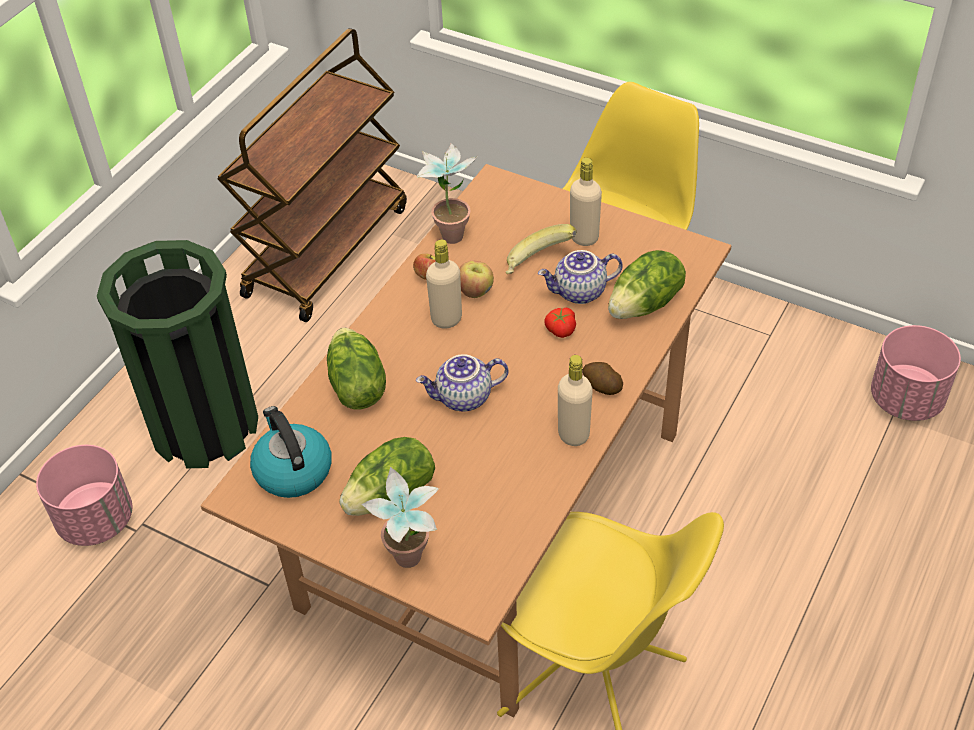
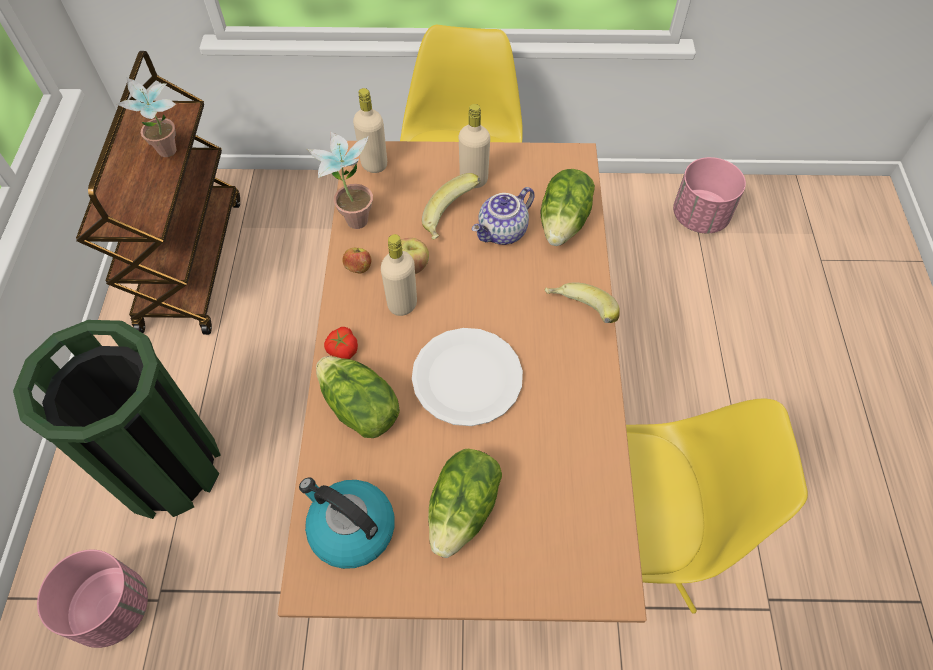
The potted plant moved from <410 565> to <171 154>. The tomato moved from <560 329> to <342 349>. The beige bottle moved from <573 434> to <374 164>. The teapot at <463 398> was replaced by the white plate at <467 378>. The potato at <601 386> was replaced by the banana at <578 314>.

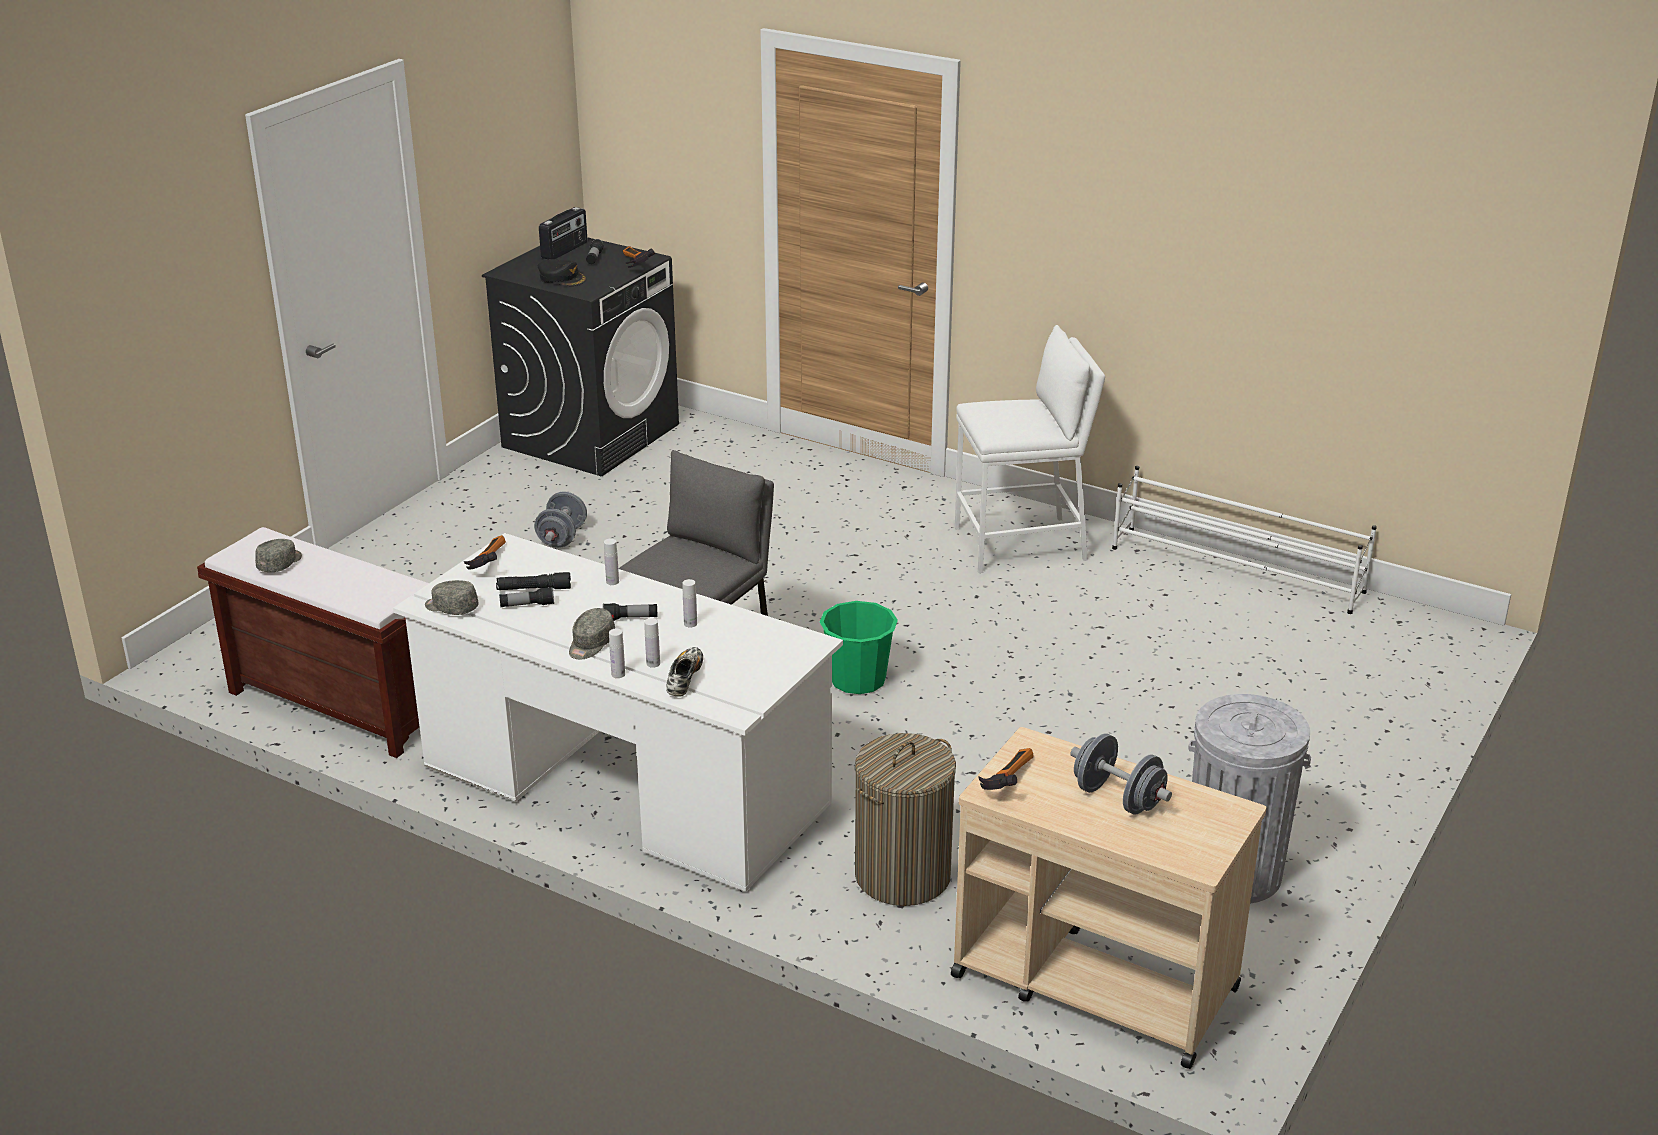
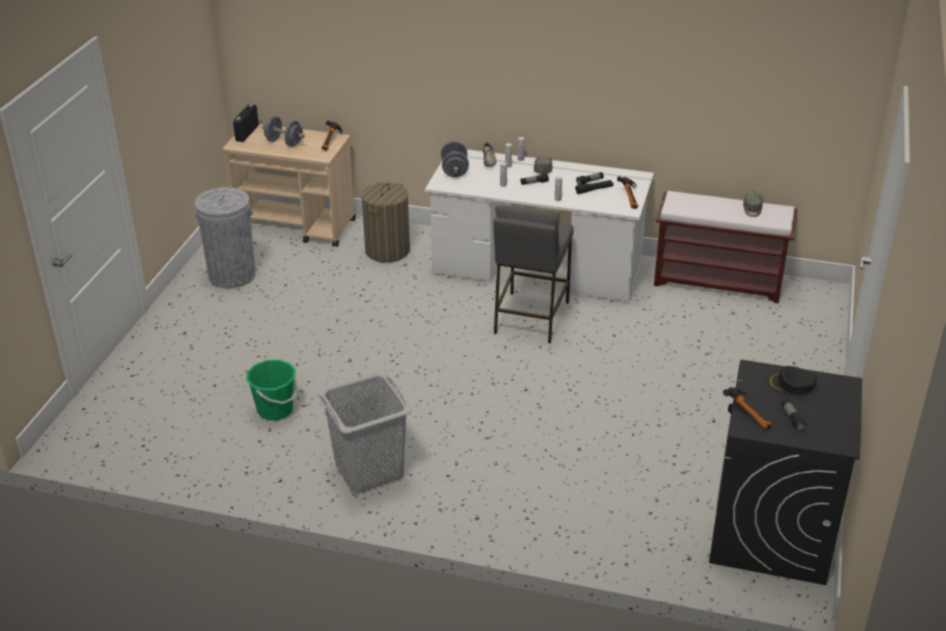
The grey cap at <451 608> disappeared. The white shoe rack at <1237 570> disappeared. The grey dumbbell moved from <562 537> to <454 170>. The radio moved from <565 250> to <246 133>. The green bucket moved from <858 680> to <275 410>. The white stool at <1021 544> was replaced by the grey laundry basket at <368 470>.

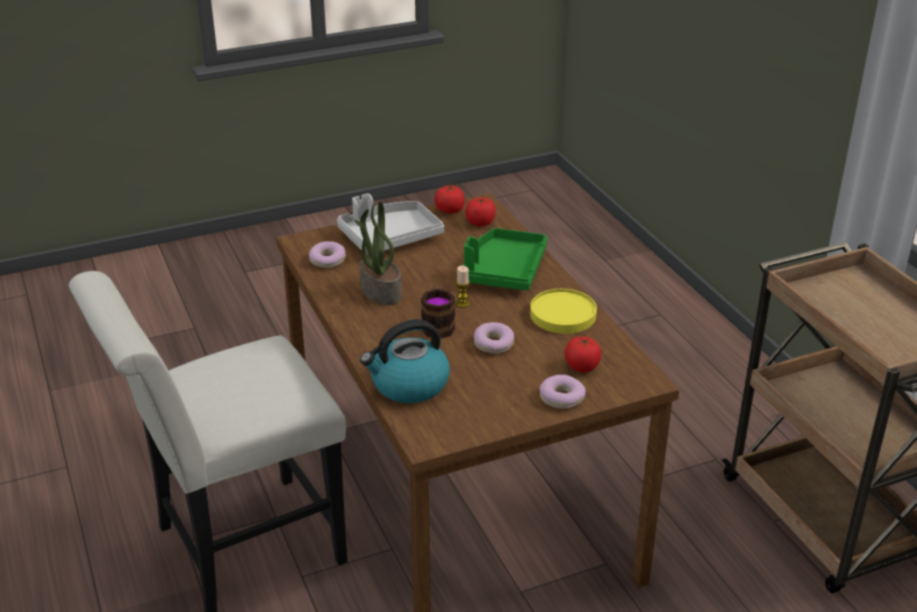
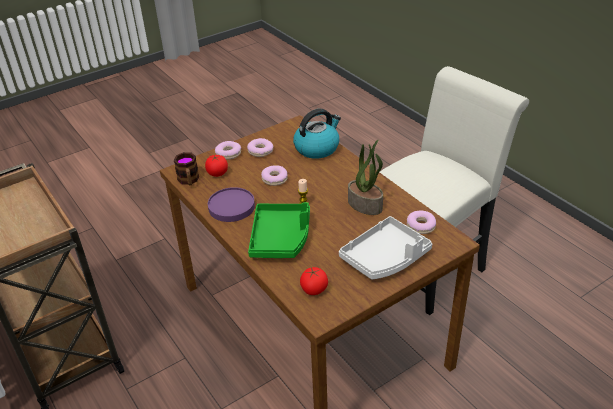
The tomato at <449 210> disappeared. The donut at <260 151> appeared. The mug moved from <437 325> to <189 181>. The yellow plate at <562 315> became the purple plate at <231 206>.

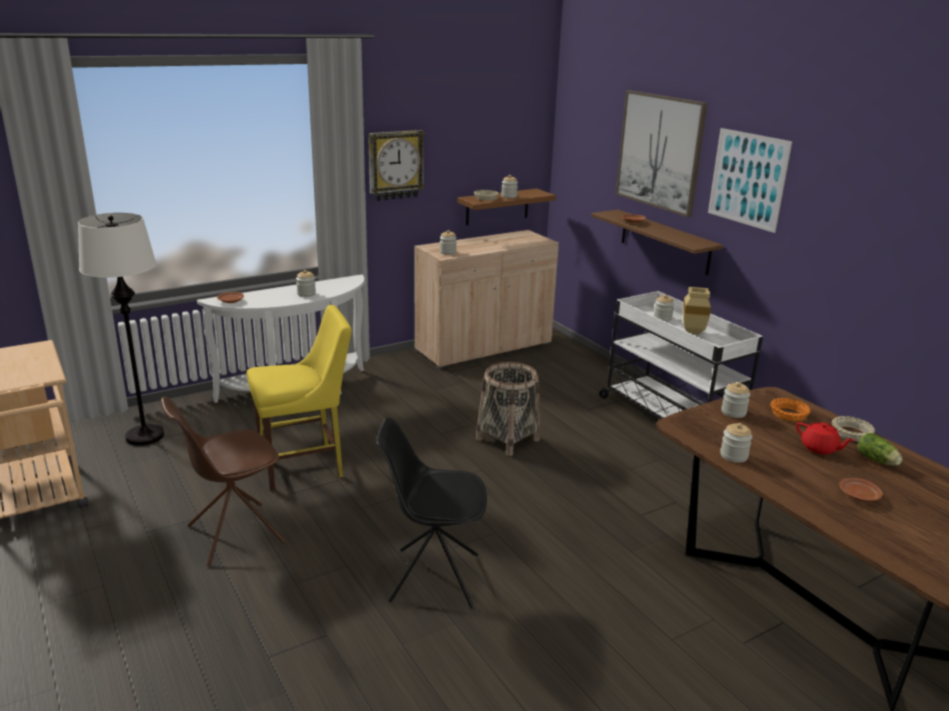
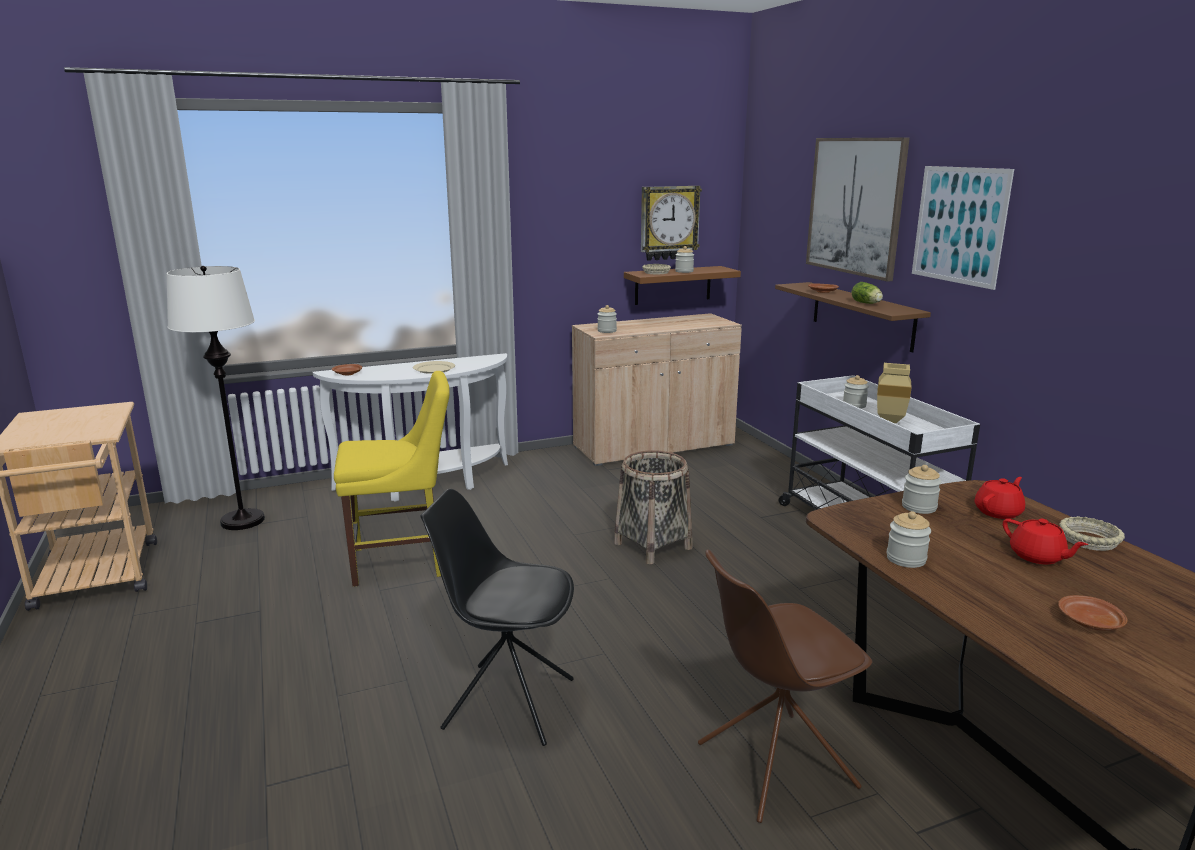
The brown chair moved from <233 534> to <773 766>. The wall clock moved from <395 165> to <669 223>. The lettuce moved from <877 461> to <867 303>. The jar at <306 294> was replaced by the beige plate at <434 369>. The orange bowl at <788 413> was replaced by the red teapot at <998 512>.

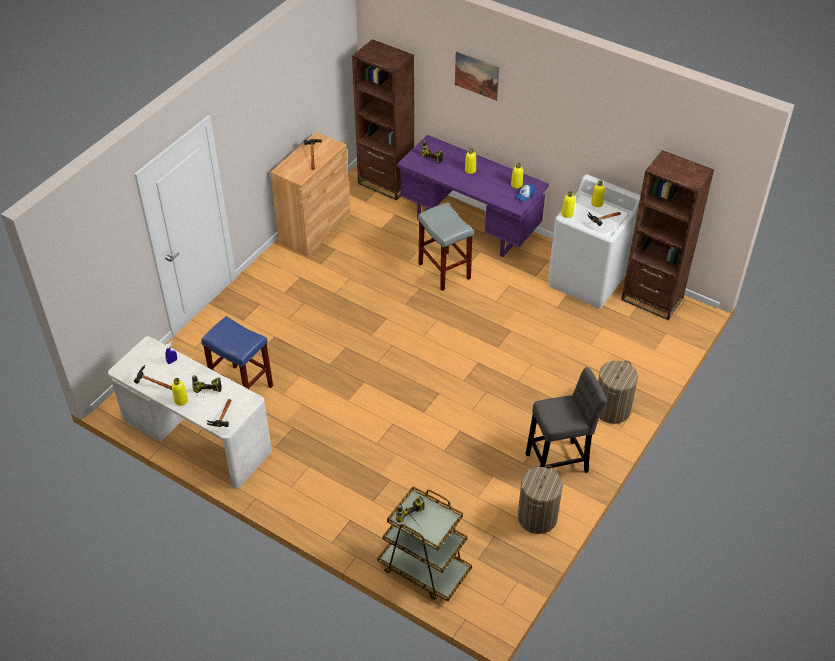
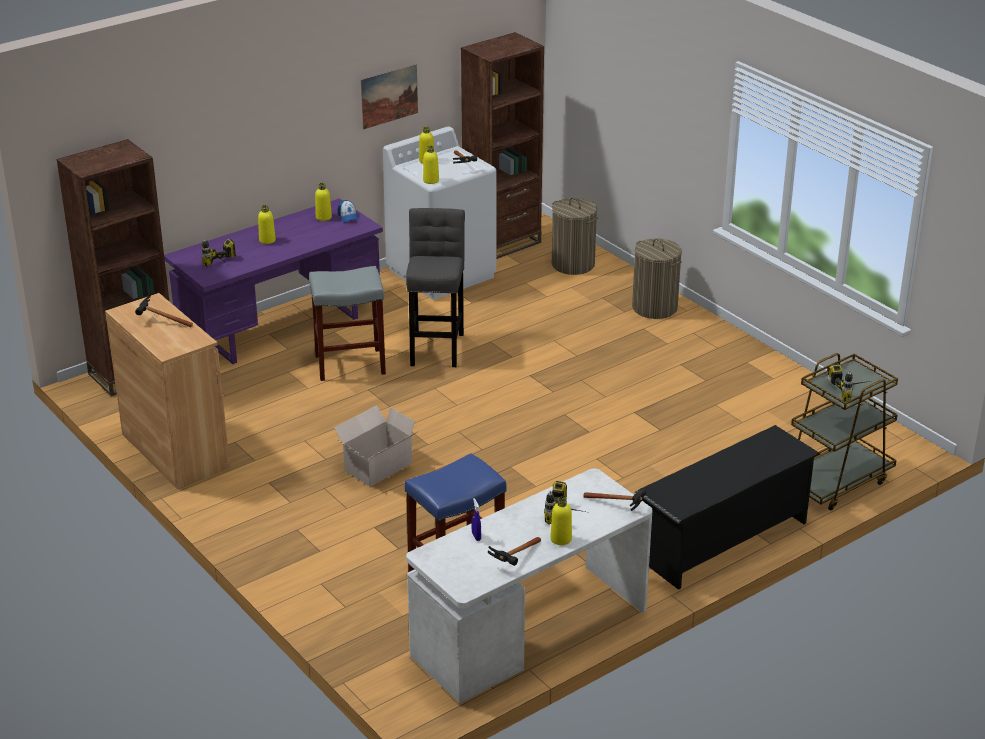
The cardboard box at <376 467> appeared. The black shoe rack at <722 540> appeared. The picture moved from <477 75> to <389 96>. The laundry basket moved from <537 517> to <573 264>. The grey stool moved from <560 461> to <437 347>.

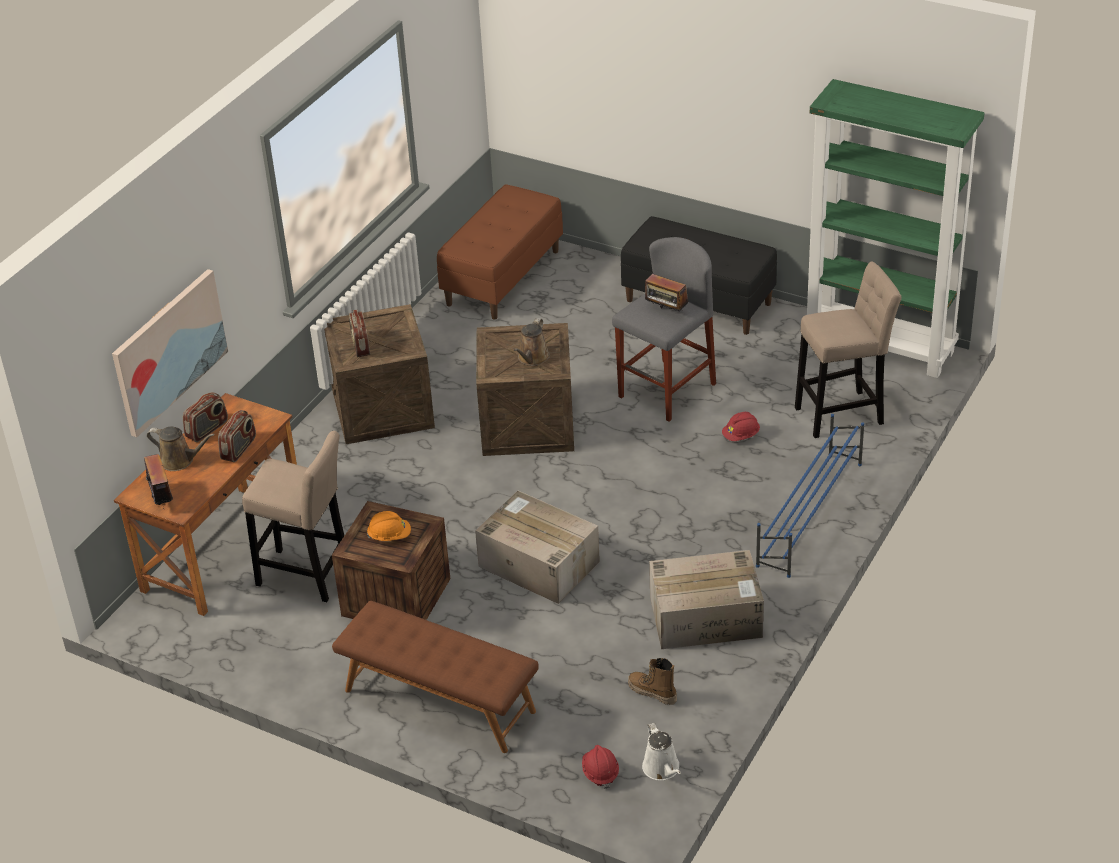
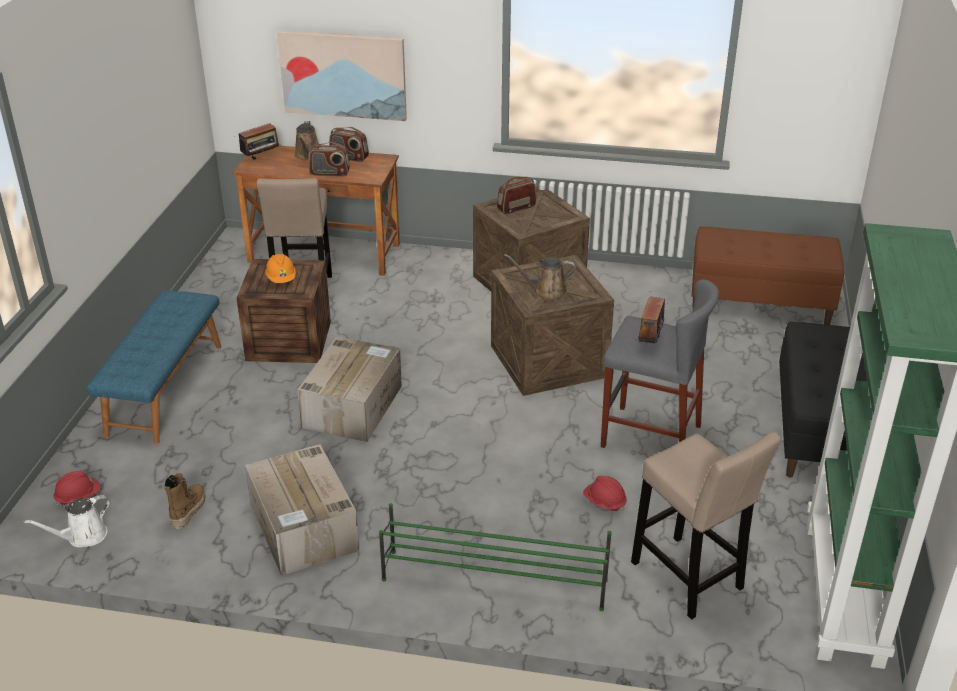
The brown bench at <439 701> became the blue bench at <164 389>. The blue shoe rack at <809 514> became the green shoe rack at <493 579>.

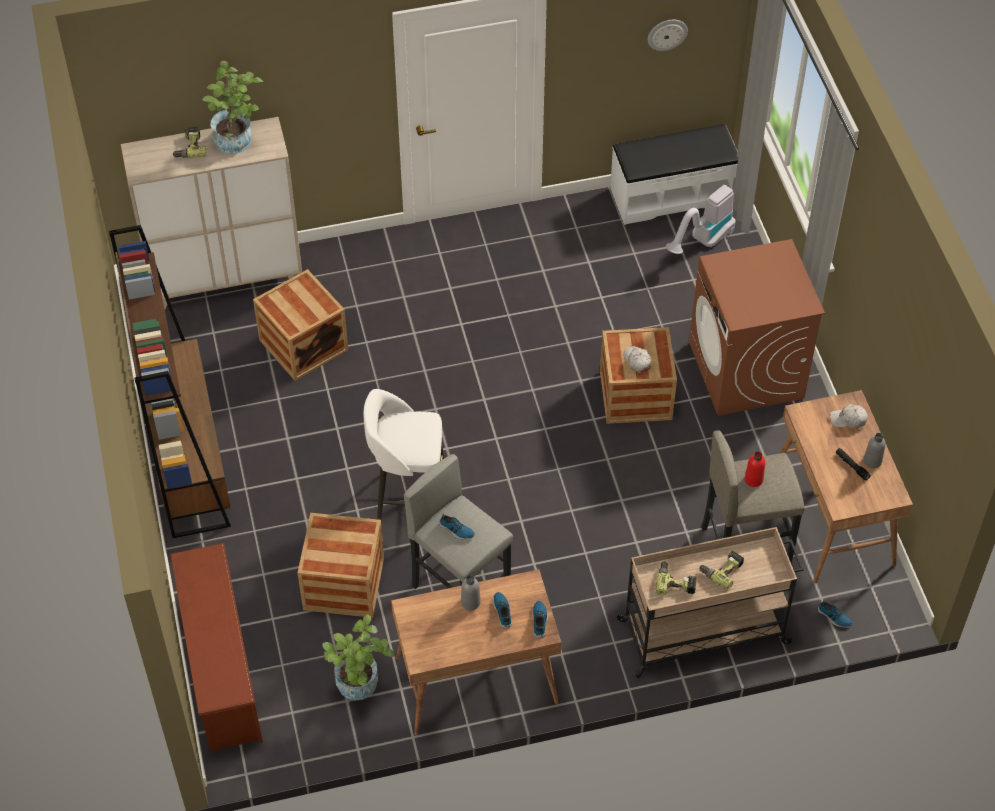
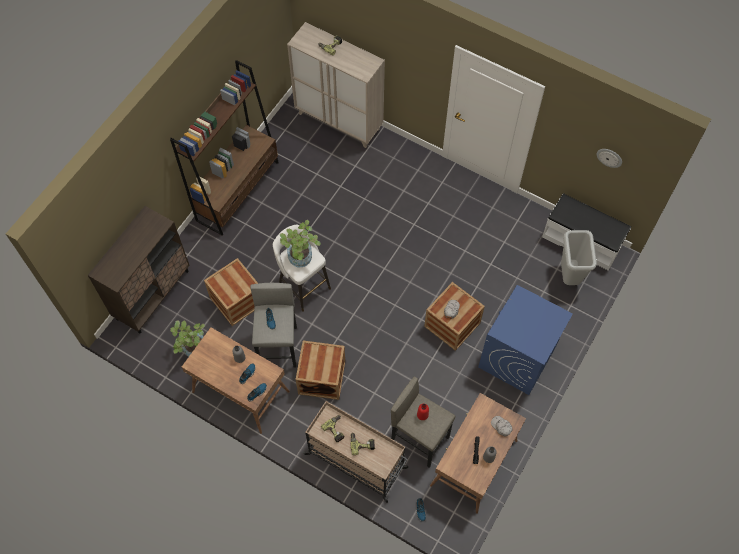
The potted plant moved from <238 142> to <301 260>. The crate moved from <303 345> to <322 377>. The brown shoe rack at <220 670> was replaced by the brown cabinet at <153 294>. The vacuum cleaner at <702 241> was replaced by the grey trash can at <569 276>. The brown washing machine at <746 370> became the blue washing machine at <517 357>.

